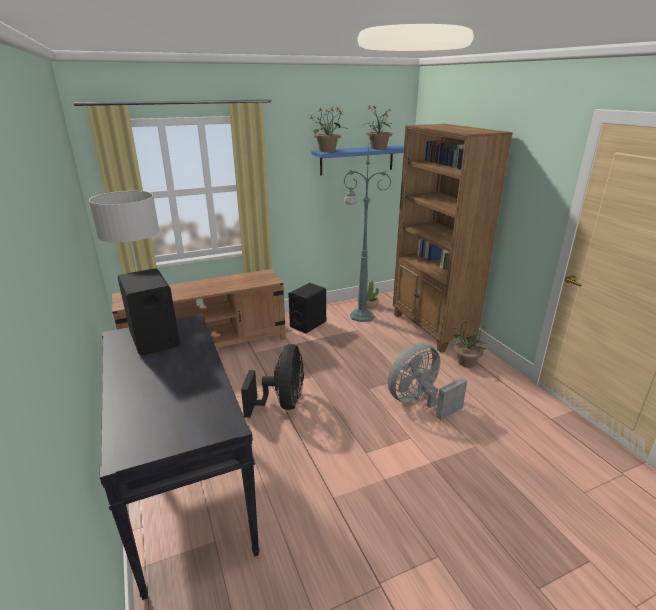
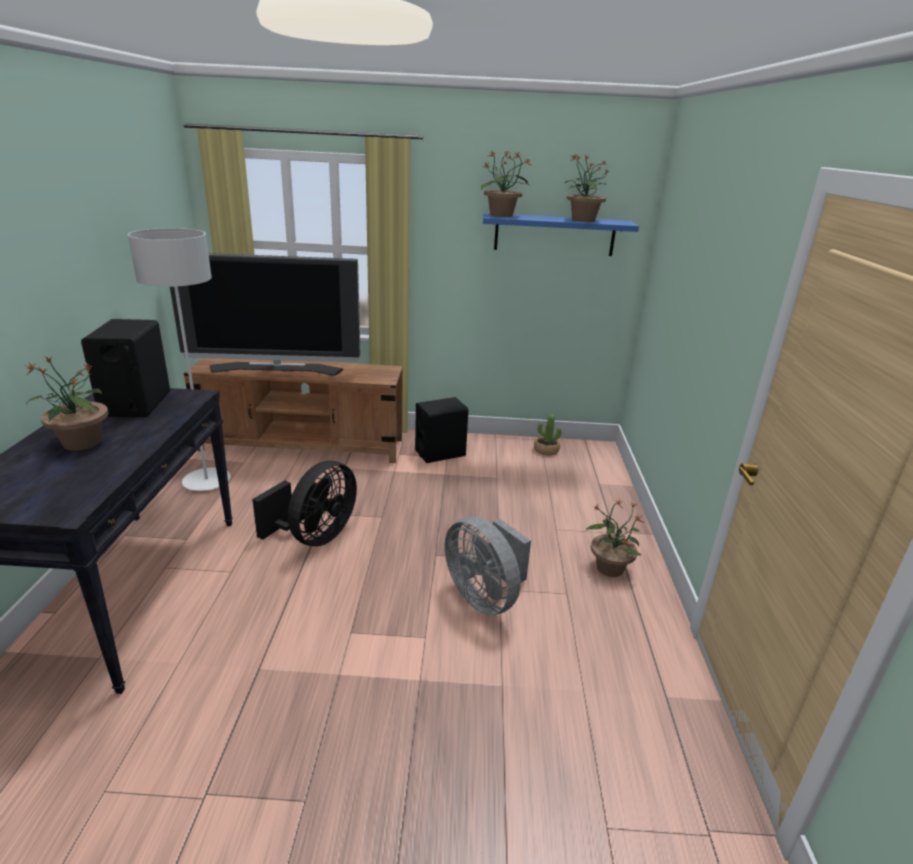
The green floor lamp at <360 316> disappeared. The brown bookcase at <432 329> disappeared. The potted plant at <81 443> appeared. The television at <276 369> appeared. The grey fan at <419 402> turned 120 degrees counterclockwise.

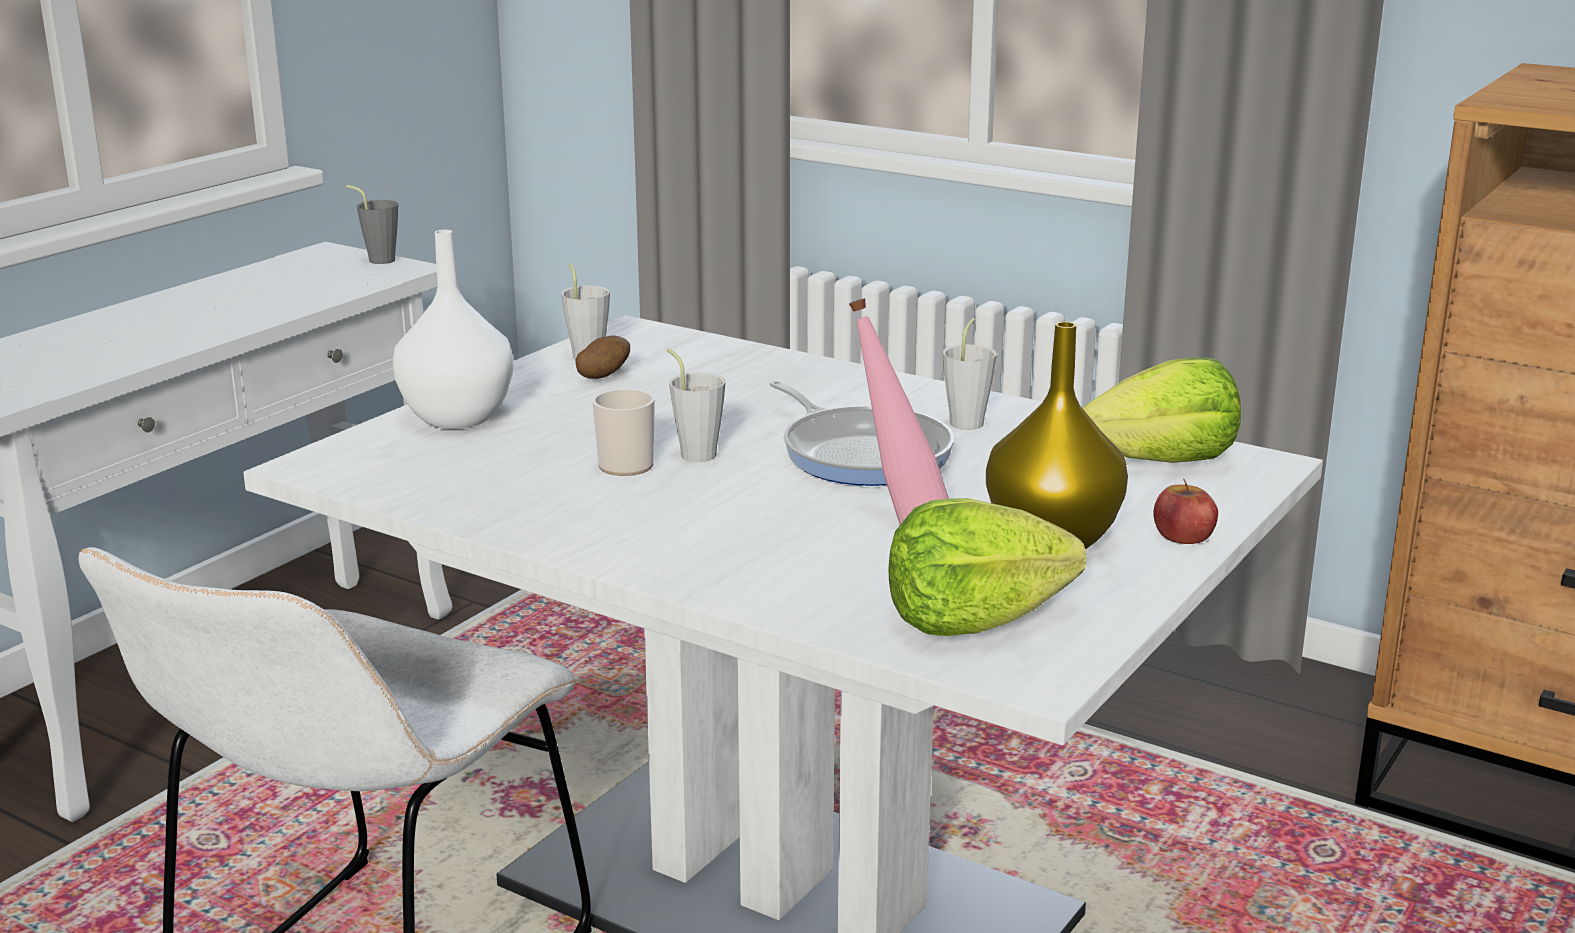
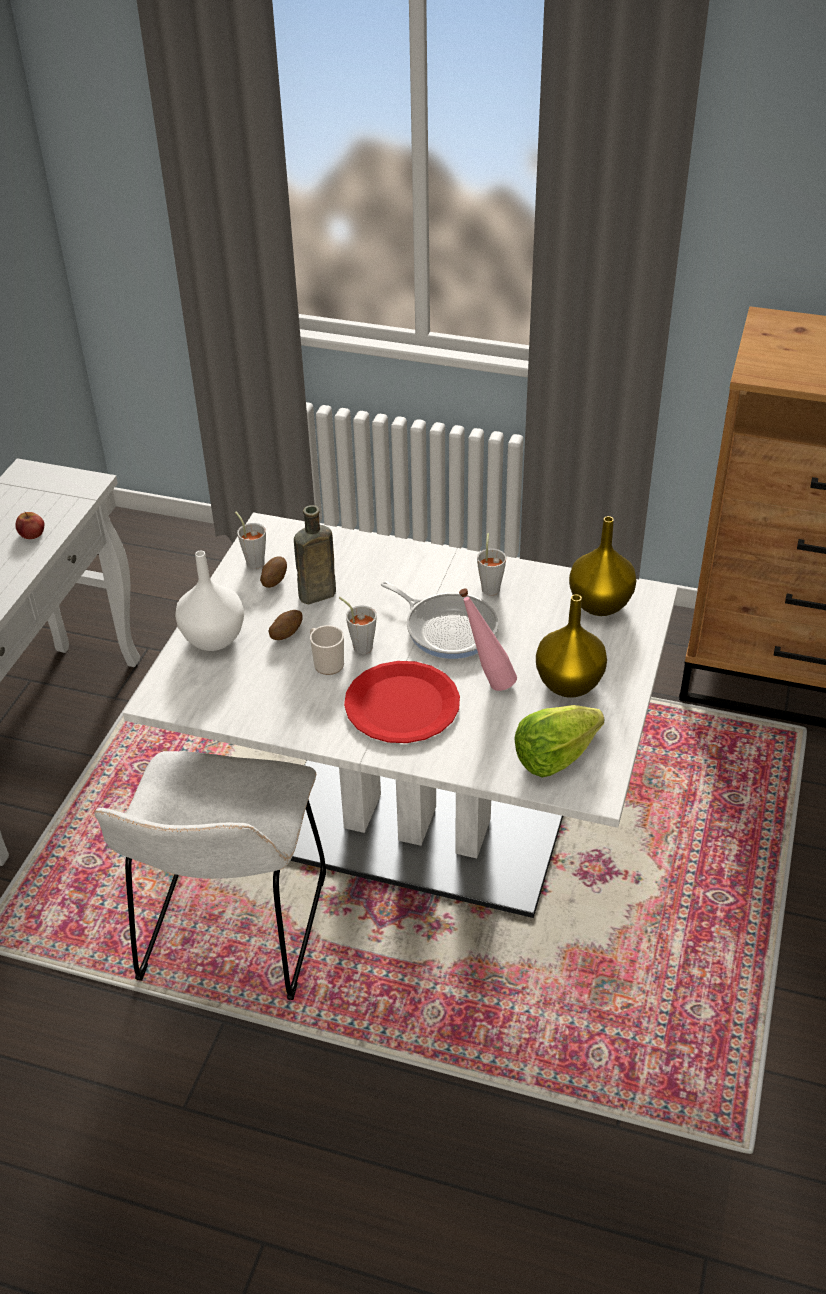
The grey cup at <377 259> disappeared. The potato at <286 634> appeared. The brown bottle at <314 595> appeared. The red plate at <402 704> appeared. The apple moved from <1183 535> to <32 533>. The lettuce at <1163 462> was replaced by the yellow vase at <601 605>.

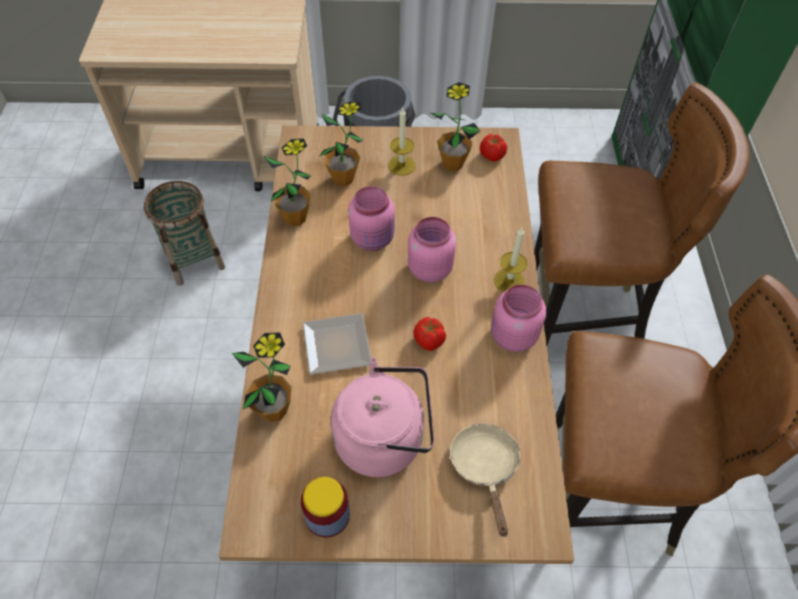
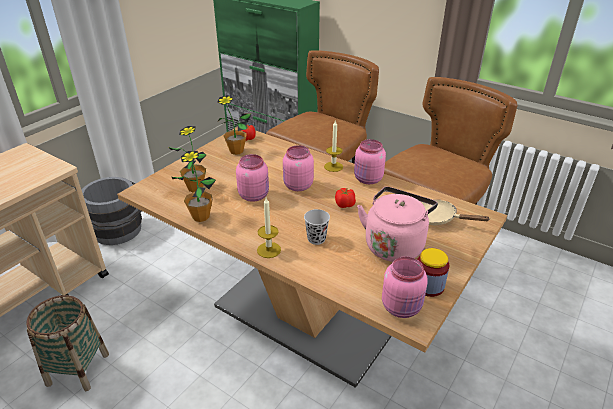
The potted plant at <274 410> disappeared. The pink jar at <402 307> appeared. The candle moved from <401 165> to <269 250>. The plate at <335 348> was replaced by the black cup at <316 239>.

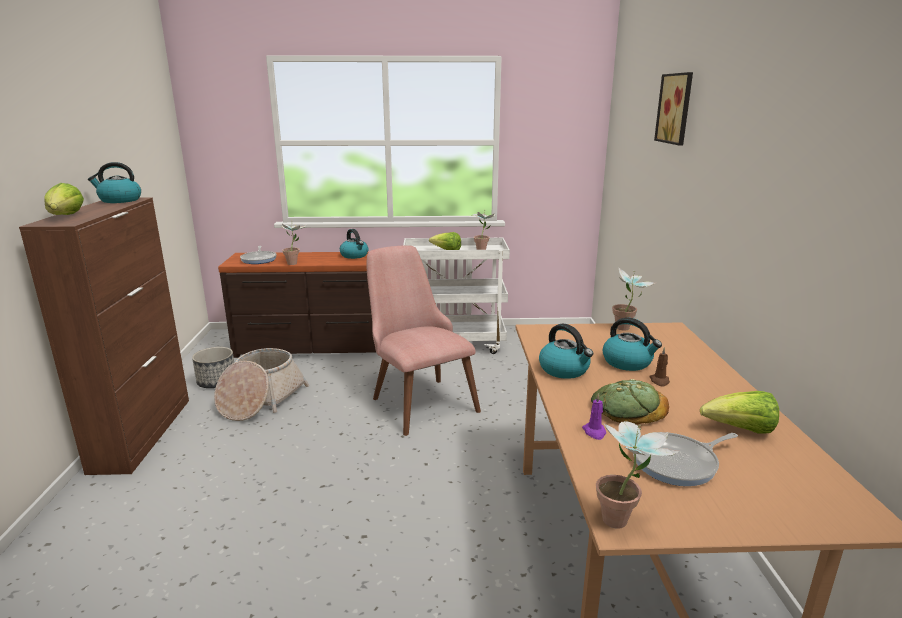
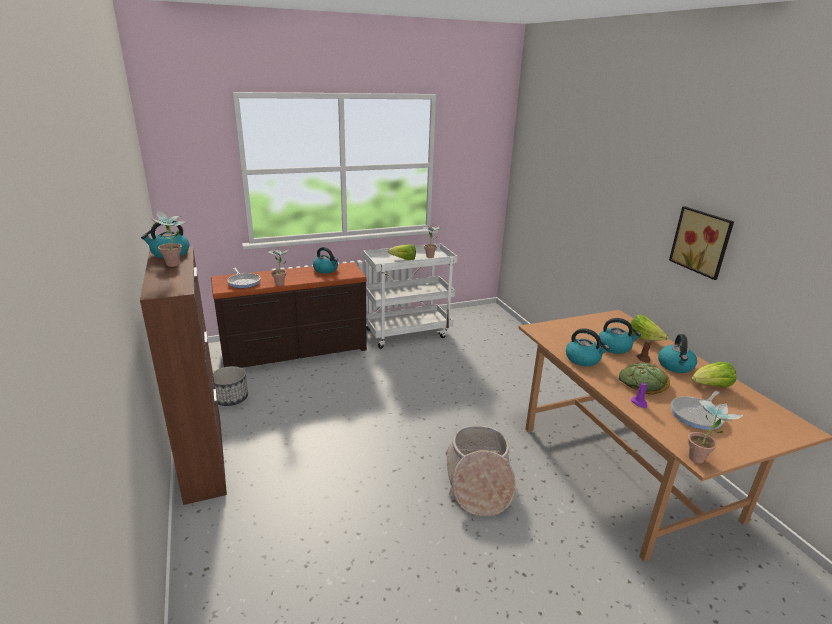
The pink chair at <417 399> disappeared. The kettle at <675 366> appeared. The lettuce moved from <65 216> to <643 339>. The basket moved from <260 399> to <478 482>. The potted plant moved from <626 329> to <175 265>. The picture moved from <677 108> to <702 241>.

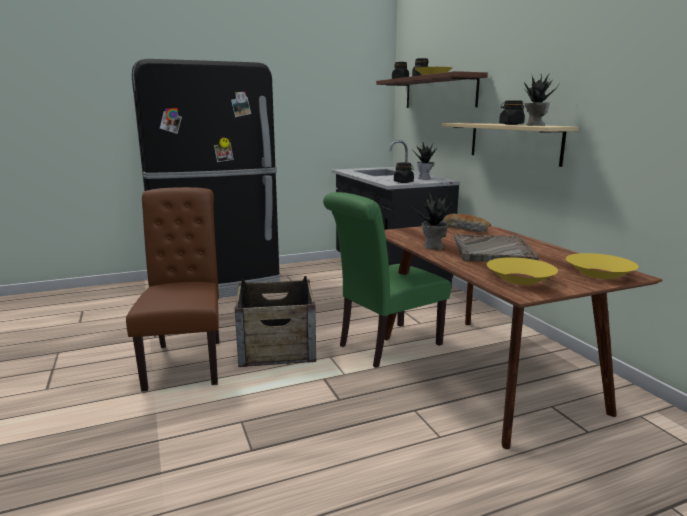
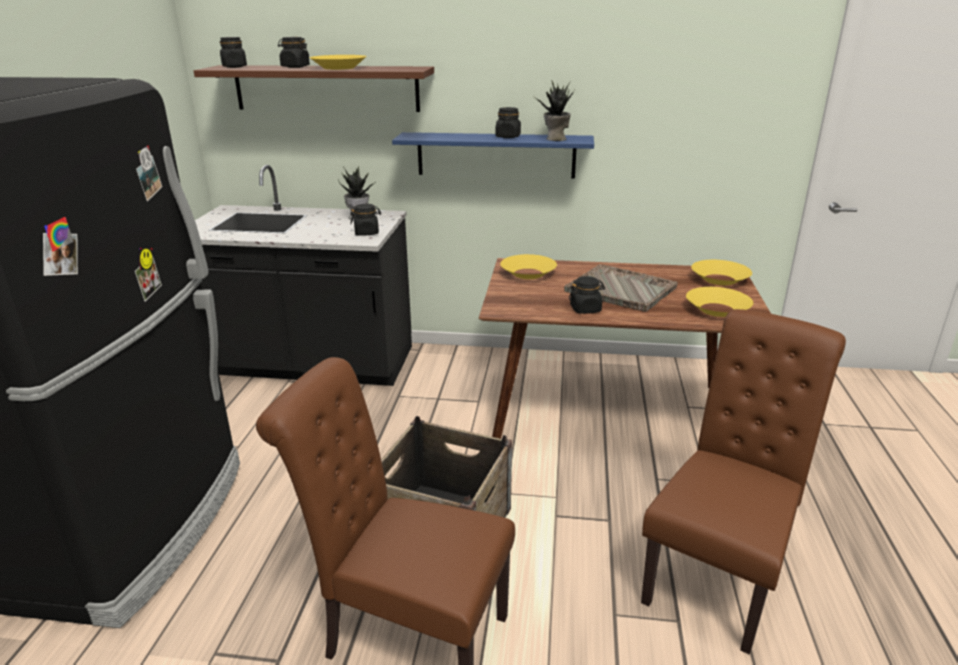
The green chair at <384 346> disappeared. The brown chair at <720 573> appeared. The potted plant at <433 247> was replaced by the black jar at <585 309>. The bread at <466 229> was replaced by the yellow bowl at <528 273>. The beige shelf at <513 142> became the blue shelf at <496 155>.

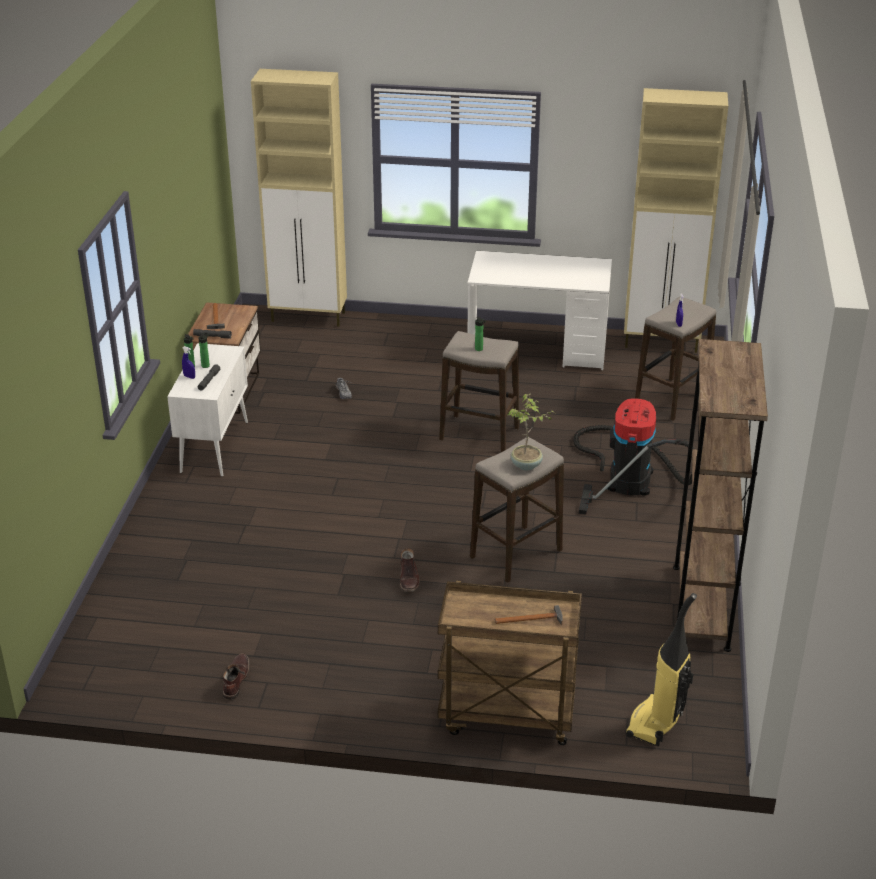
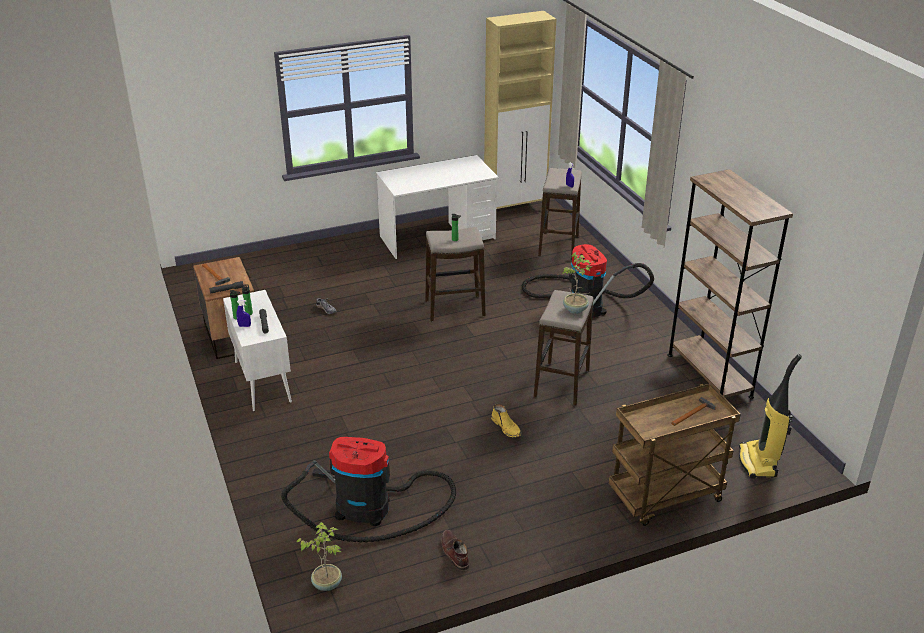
The beige cabinet at <309 317> disappeared. The vacuum cleaner at <369 509> appeared. The potted plant at <327 583> appeared. The brown boot at <409 579> became the yellow boot at <506 427>.

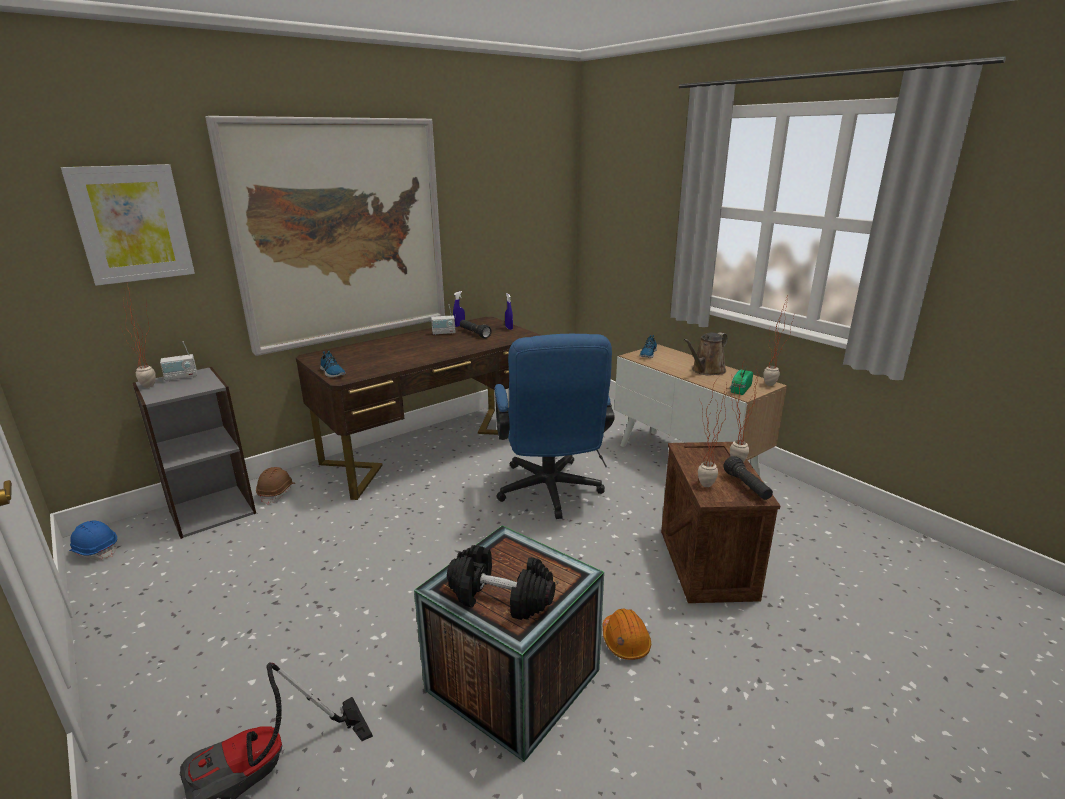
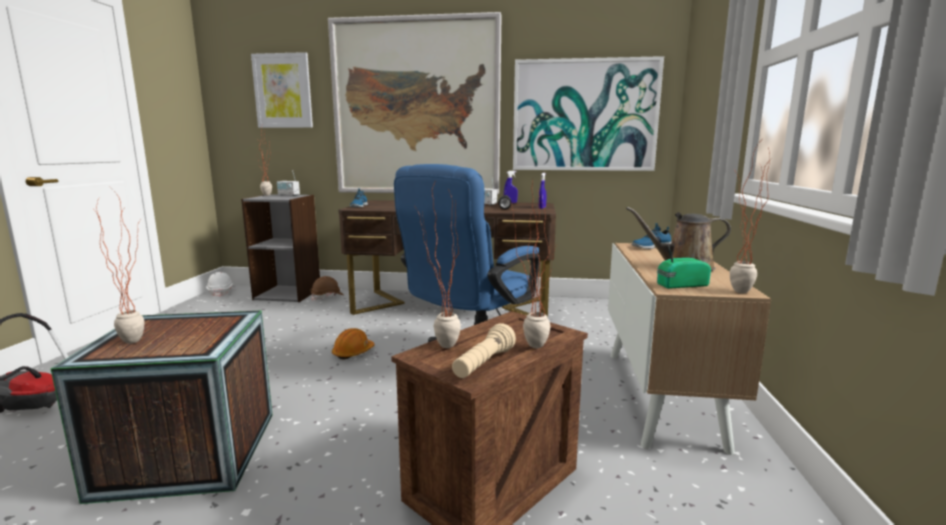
The picture at <584 116> appeared. The orange hard hat moved from <625 641> to <353 352>. The black dumbbell at <500 598> was replaced by the potted plant at <139 339>. The blue hard hat at <95 550> became the white hard hat at <221 292>. The black flashlight at <747 487> became the beige flashlight at <484 364>.

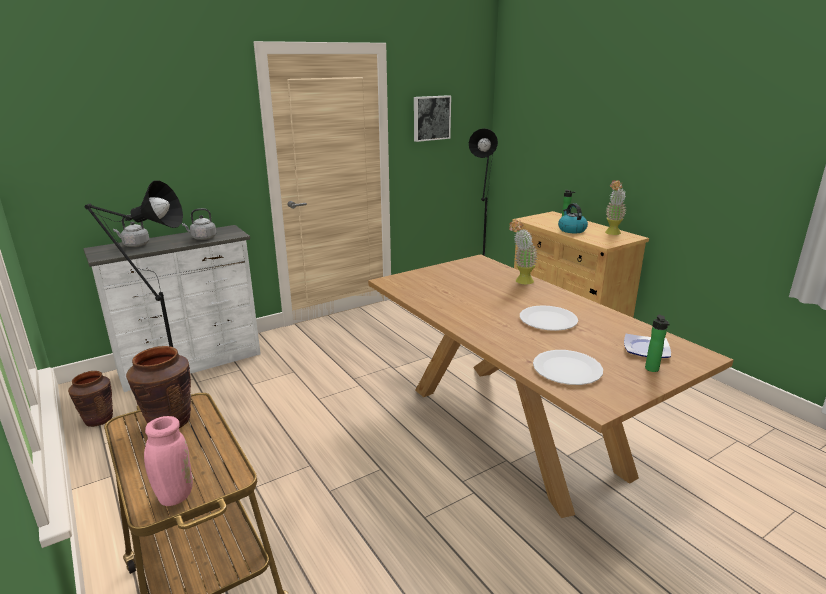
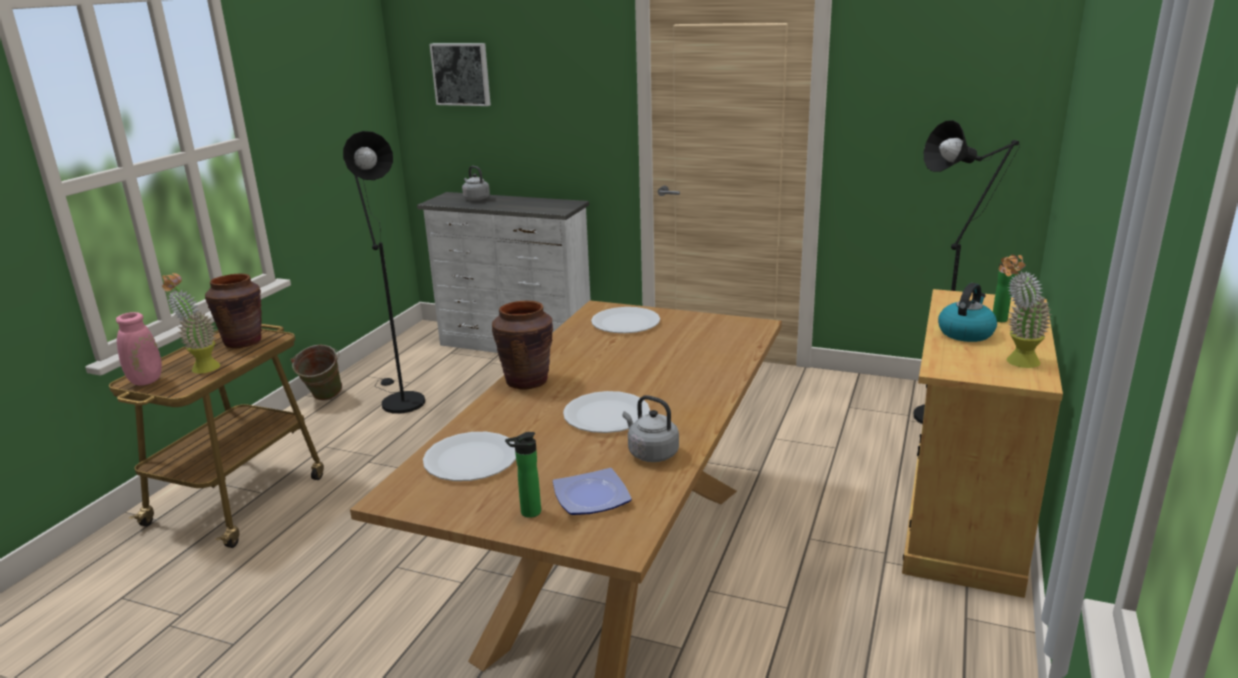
The green bucket at <323 399> appeared. The white plate at <626 322> appeared. The brown vase moved from <98 419> to <527 381>. The grey kettle moved from <202 238> to <651 453>. The picture moved from <431 118> to <462 74>. The potted plant moved from <520 282> to <200 367>.

